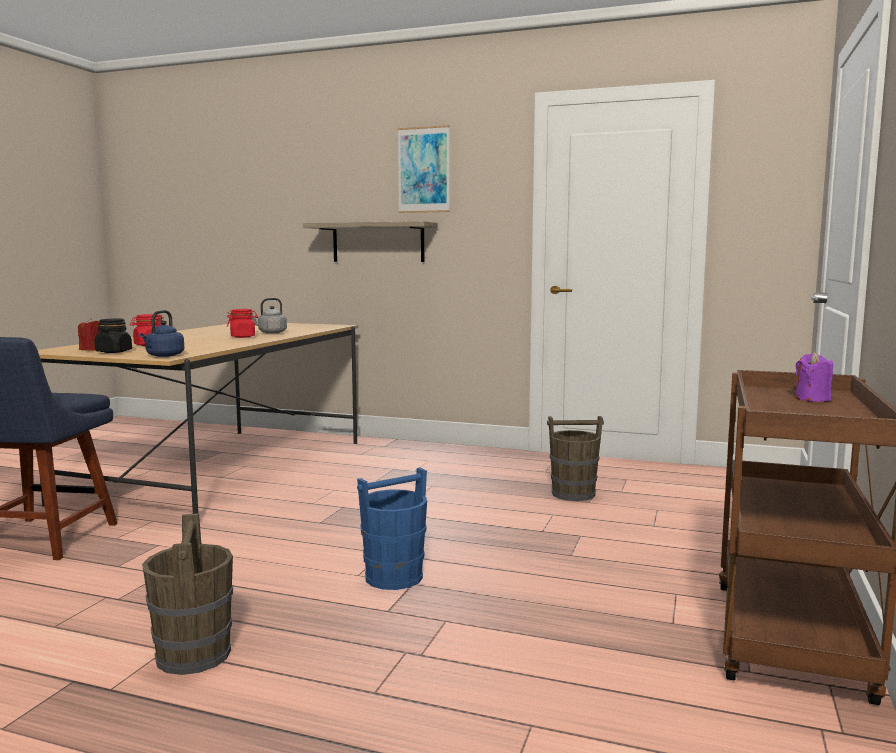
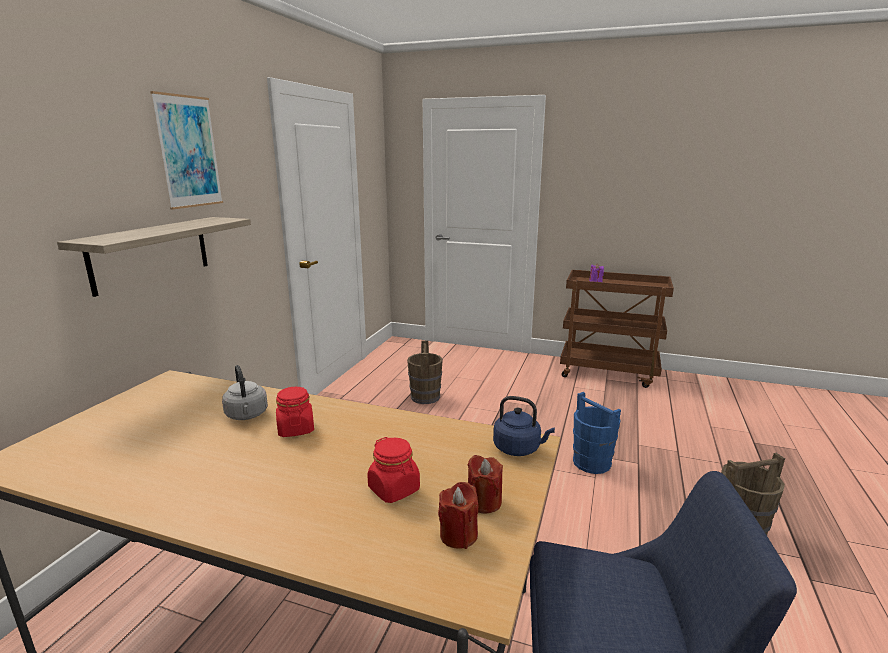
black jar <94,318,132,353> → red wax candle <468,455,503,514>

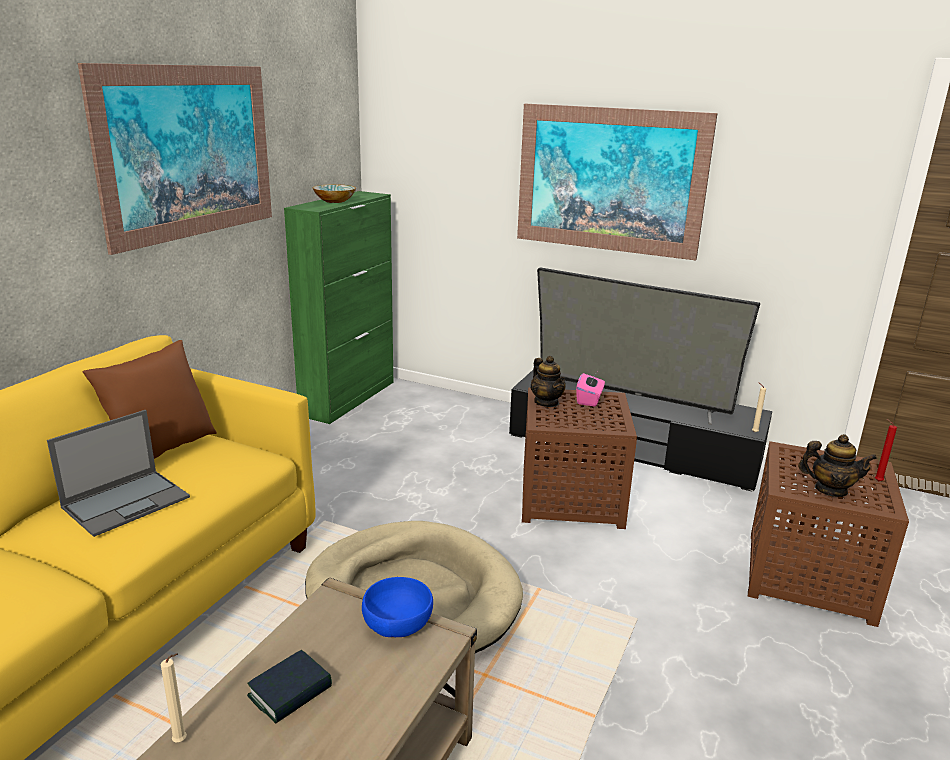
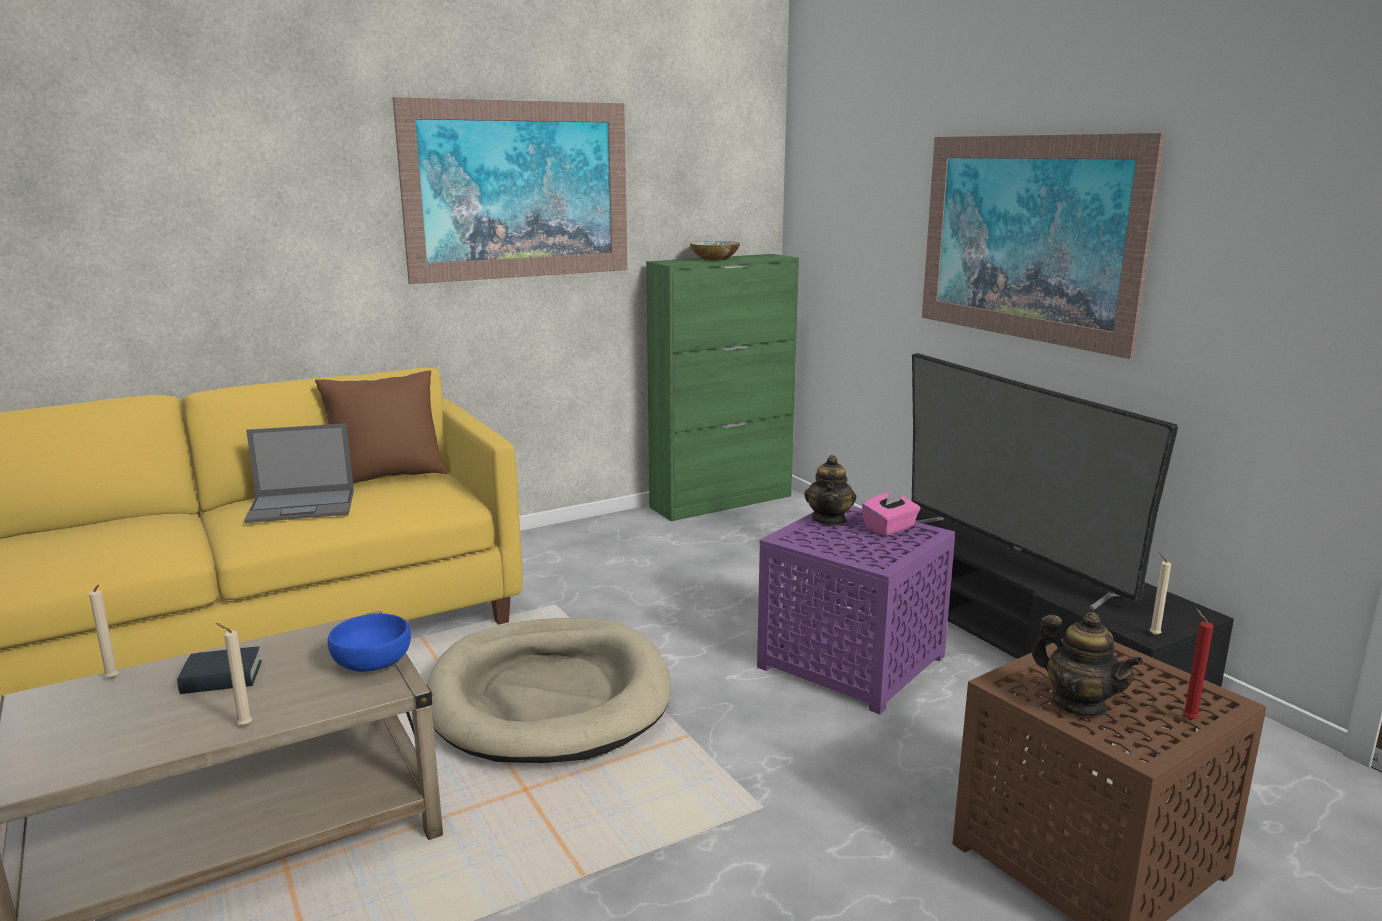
- → beige wax candle <216,623,252,726>
brown end table <522,388,637,529> → purple end table <757,506,955,714>

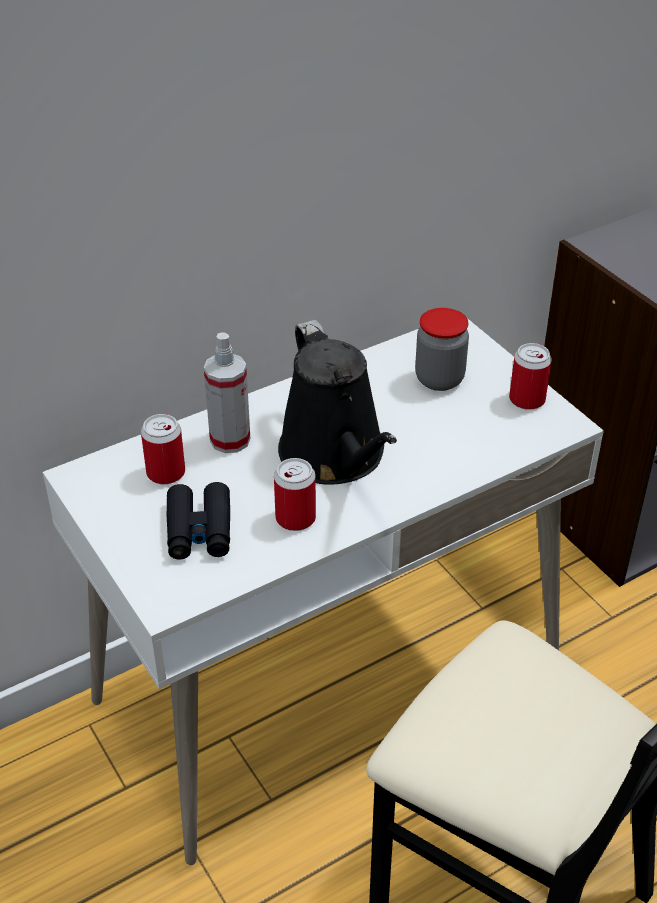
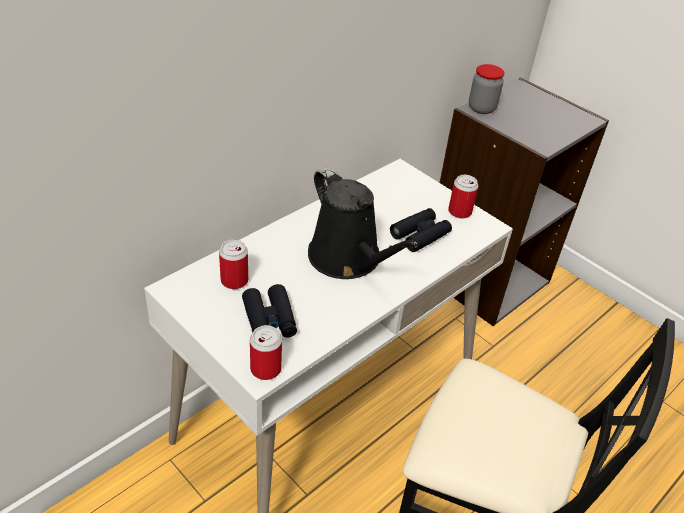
spray bottle <204,332,251,453> → -
- → black pair of binoculars <390,208,452,252>
metal can <274,458,316,531> → metal can <250,325,282,380>, shifted
jar <415,308,469,391> → jar <469,64,505,114>, shifted

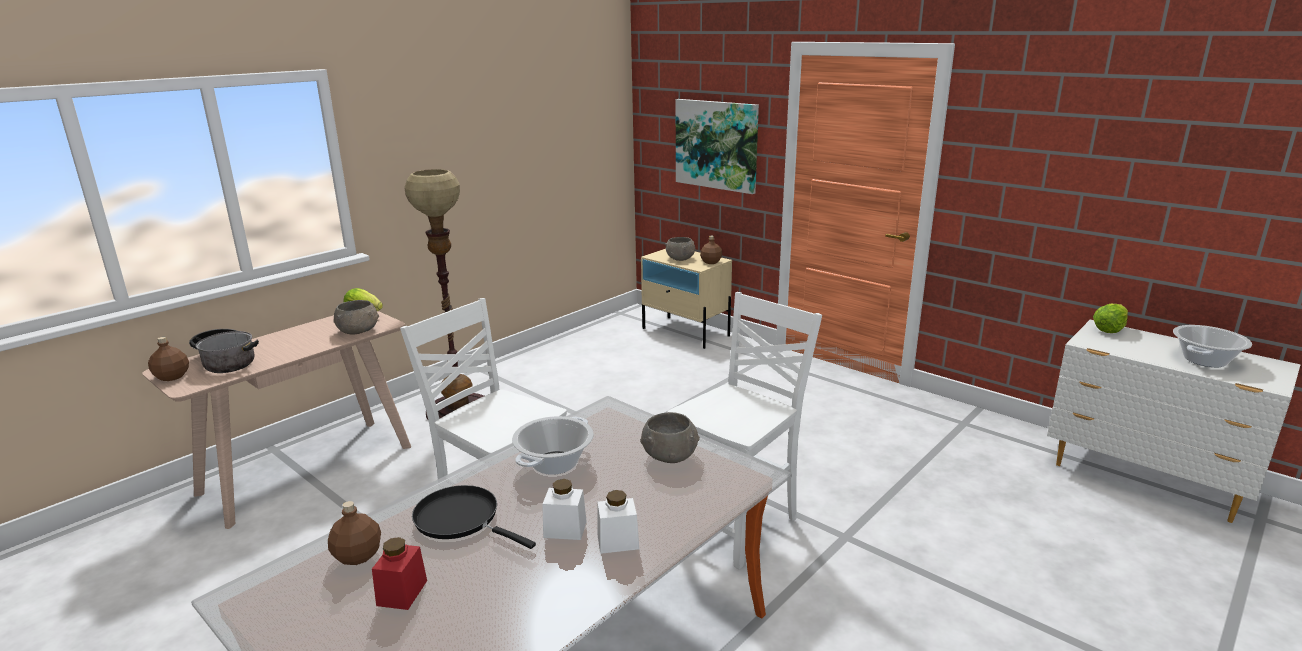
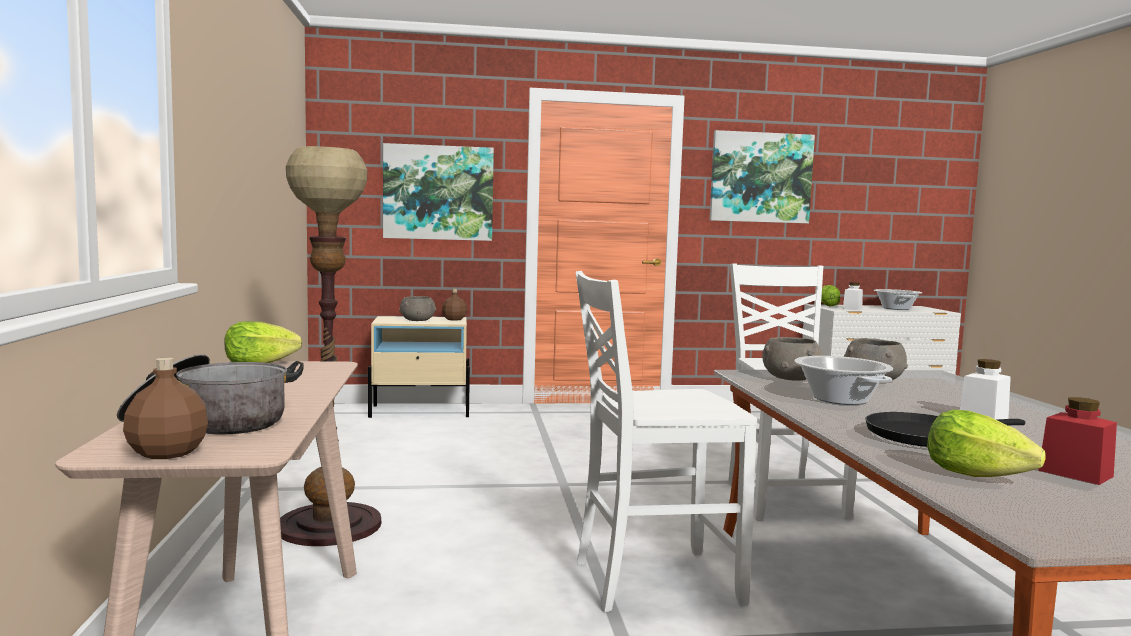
- → wall art <710,130,815,223>
gray bowl <333,300,379,334> → gray bowl <762,337,823,381>, shifted
whitish jar <597,490,639,554> → whitish jar <843,282,863,310>, shifted
brown bottle <328,501,381,565> → lettuce head <927,409,1046,477>

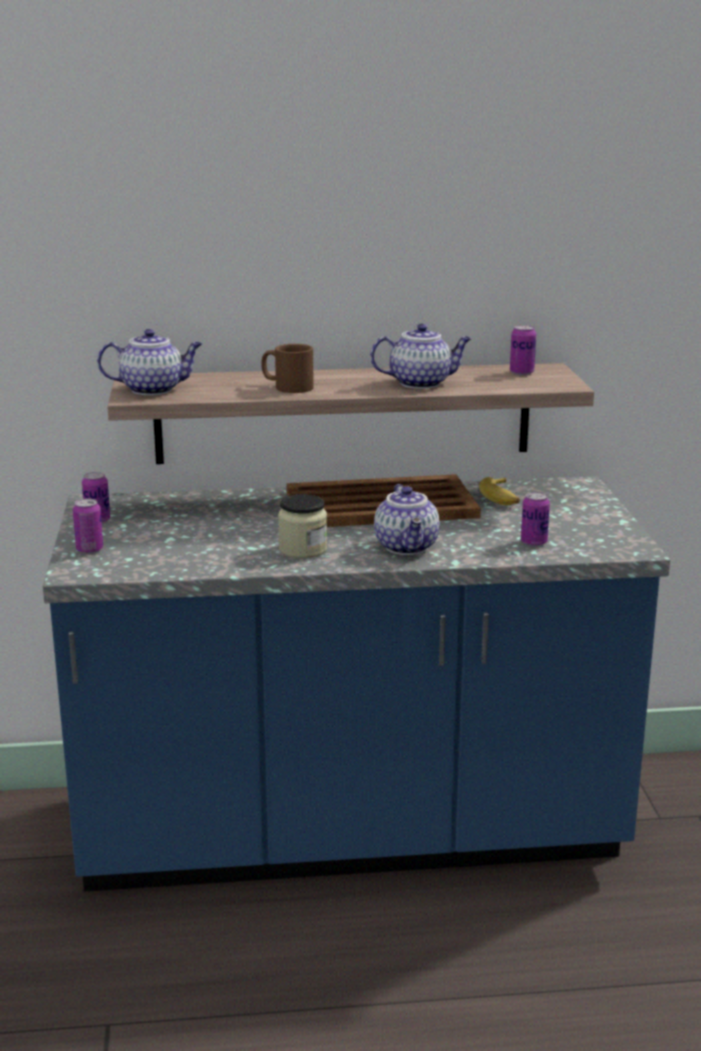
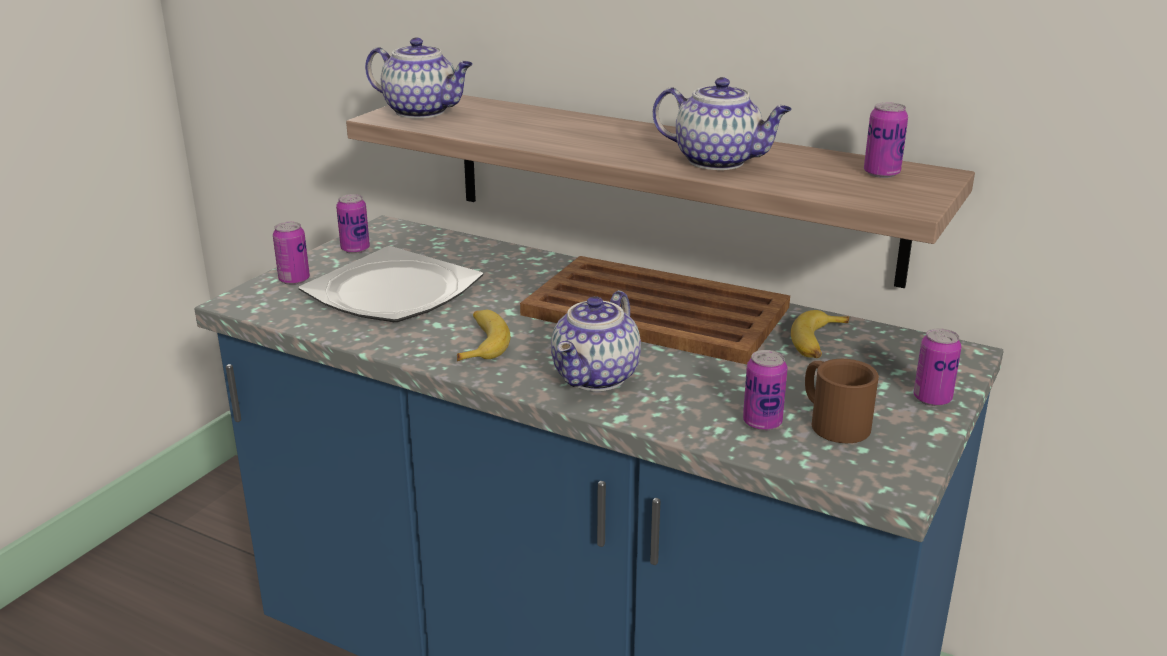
- → flat dish <299,246,483,322>
- → metal can <913,328,961,406>
brown coffee mug <261,344,314,393> → brown coffee mug <805,359,879,443>, shifted
jar <278,494,327,558> → banana fruit <457,310,510,361>

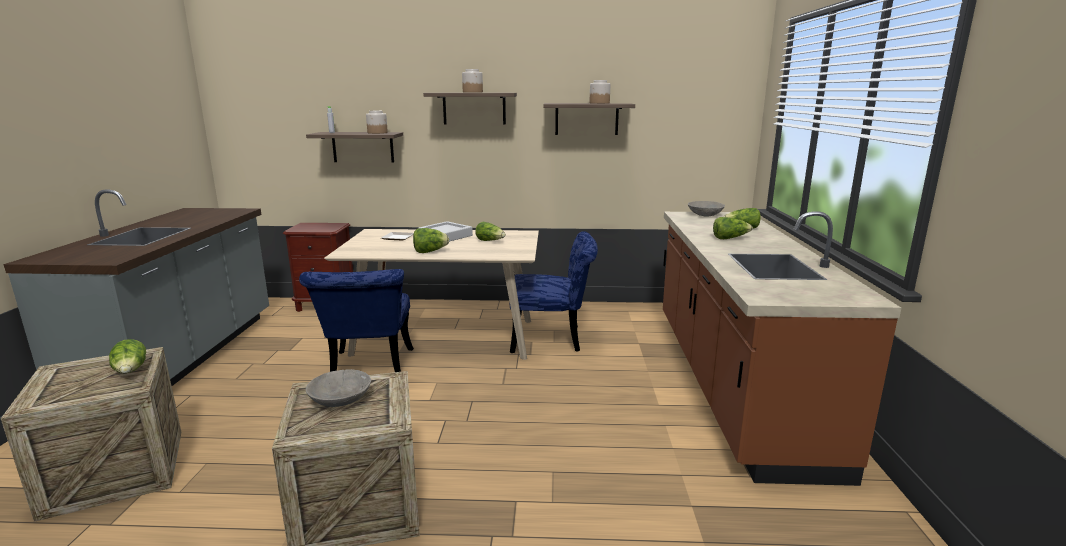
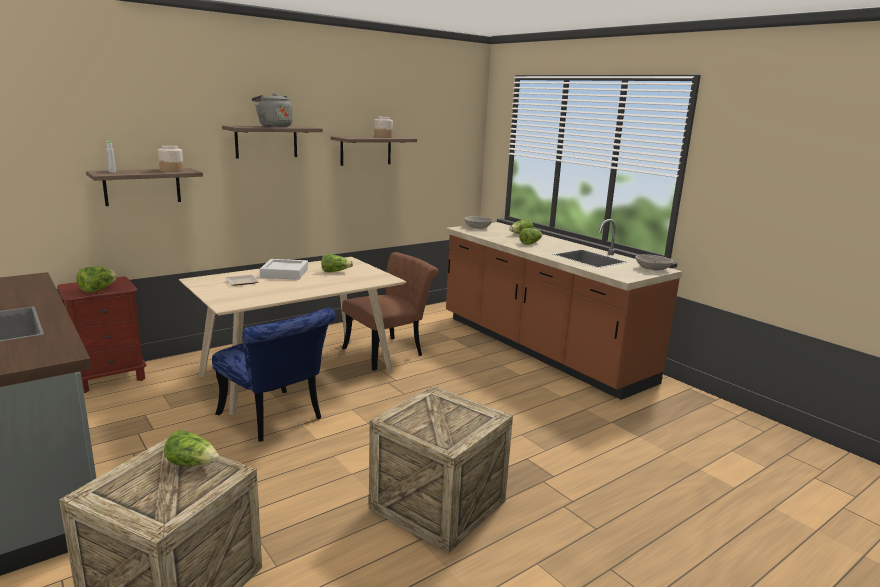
gray bowl <306,369,371,407> → gray bowl <635,254,674,271>, shifted
lettuce head <413,228,449,253> → lettuce head <76,267,117,293>, shifted
jar <462,69,483,93> → gray tea kettle <252,93,293,127>
bluish upright chair <510,231,598,353> → brown upright chair <342,252,439,371>

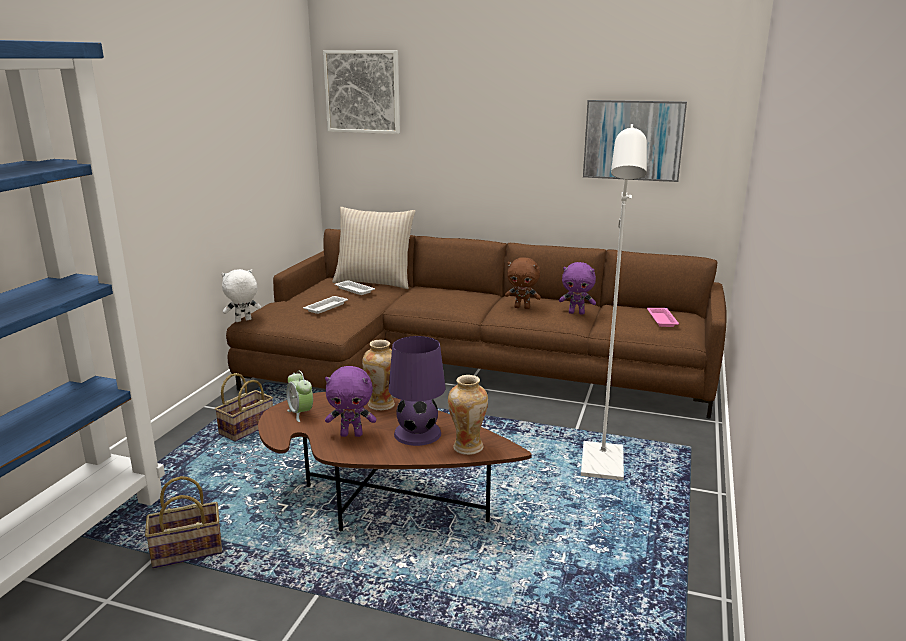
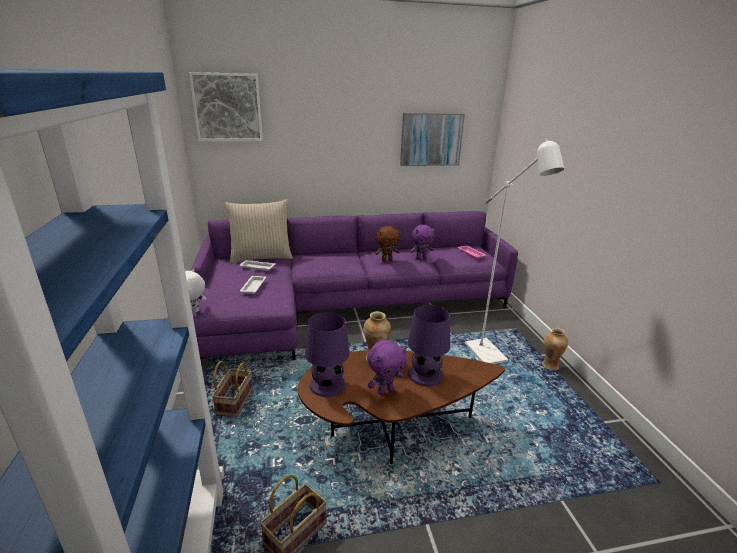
vase <448,375,488,455> → vase <542,328,568,370>, shifted
alarm clock <286,370,313,422> → purple lamp for a table <305,312,349,397>
brown settee <226,229,727,419> → purple settee <191,211,518,360>

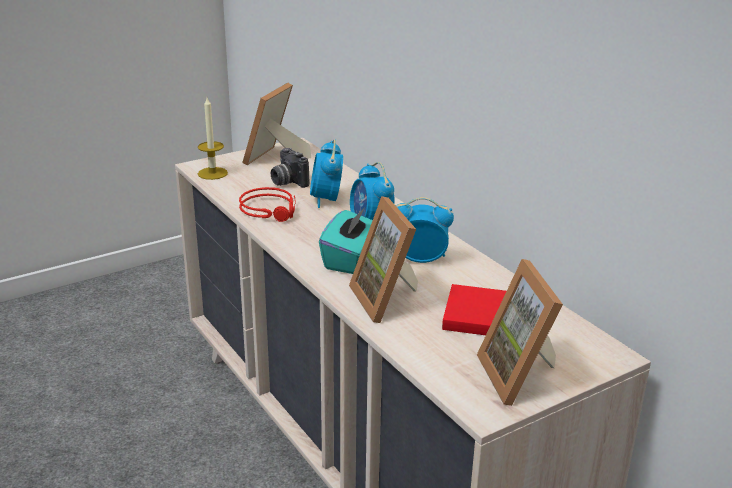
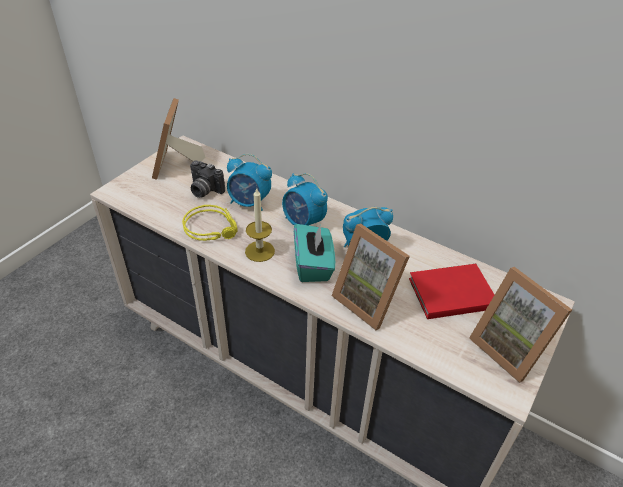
wax candle <198,98,228,180> → wax candle <245,187,275,262>, shifted
red headset <239,187,296,222> → yellow headset <182,205,238,241>
alarm clock <310,139,343,208> → alarm clock <227,154,272,211>, 45 degrees counterclockwise

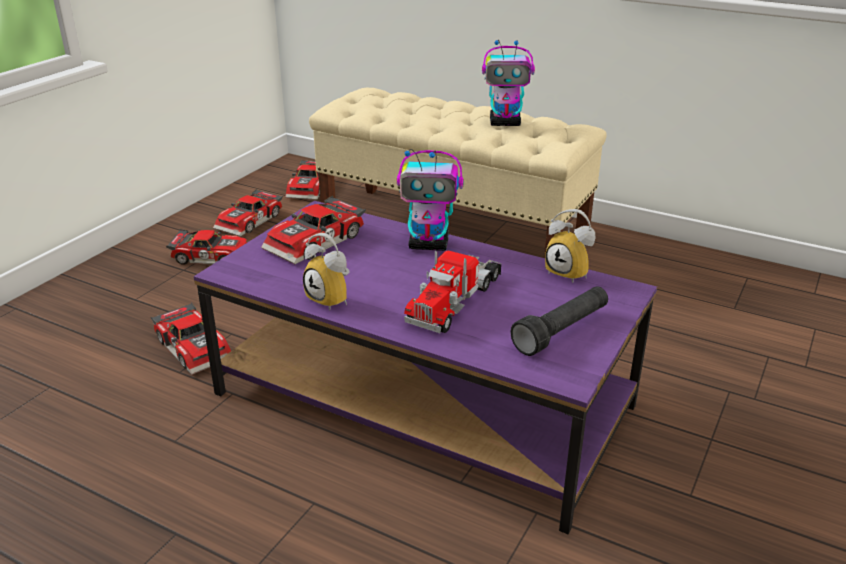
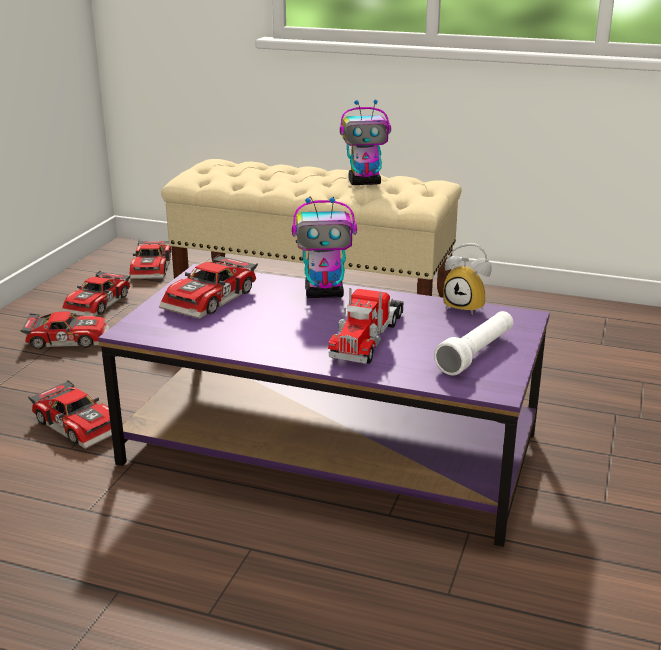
alarm clock <303,233,350,311> → -
black hand torch <511,286,608,356> → whitish hand torch <434,311,513,375>

